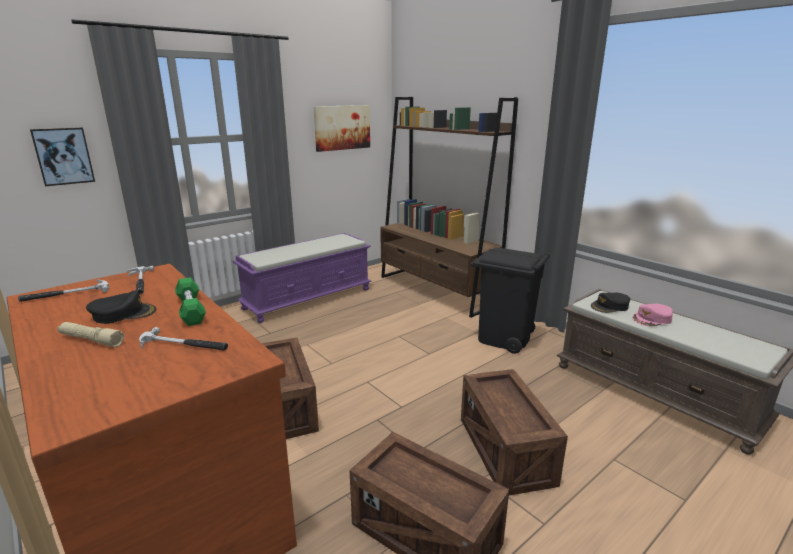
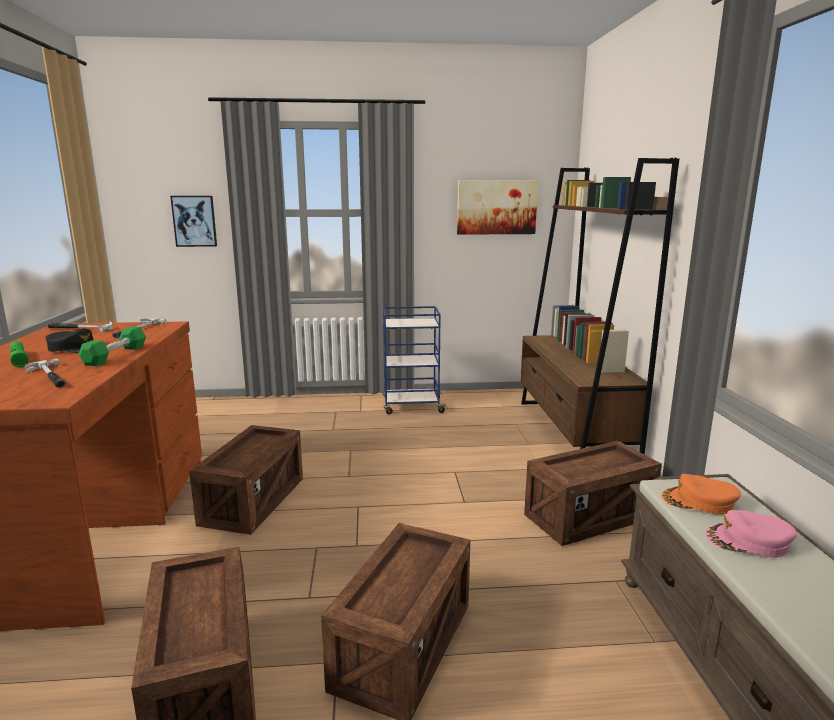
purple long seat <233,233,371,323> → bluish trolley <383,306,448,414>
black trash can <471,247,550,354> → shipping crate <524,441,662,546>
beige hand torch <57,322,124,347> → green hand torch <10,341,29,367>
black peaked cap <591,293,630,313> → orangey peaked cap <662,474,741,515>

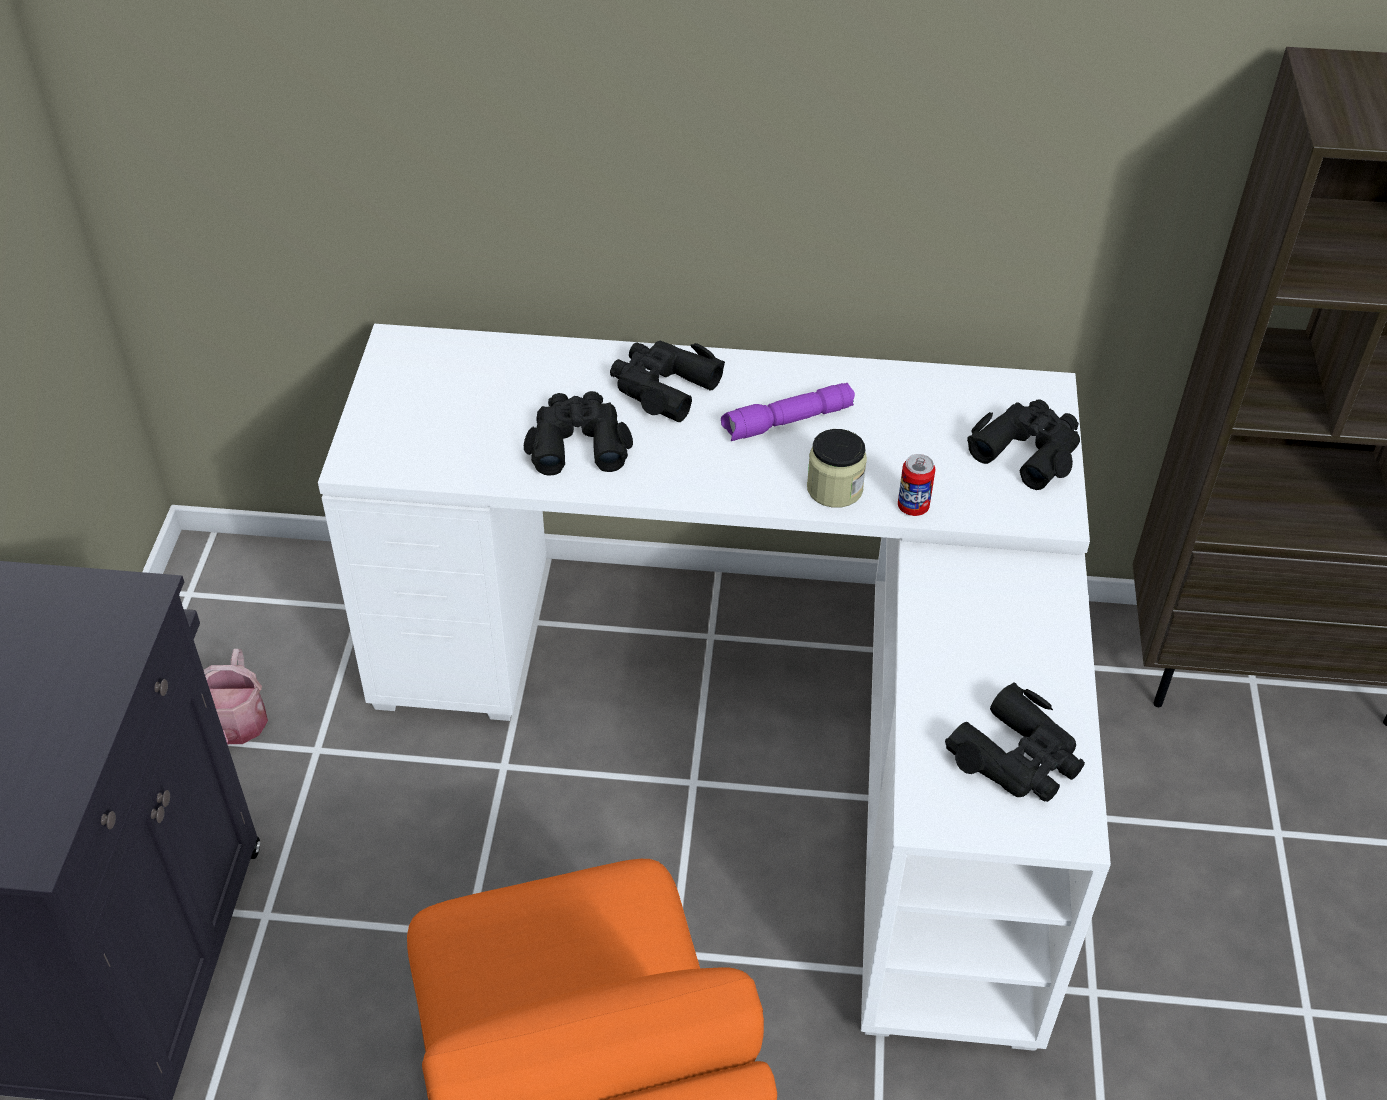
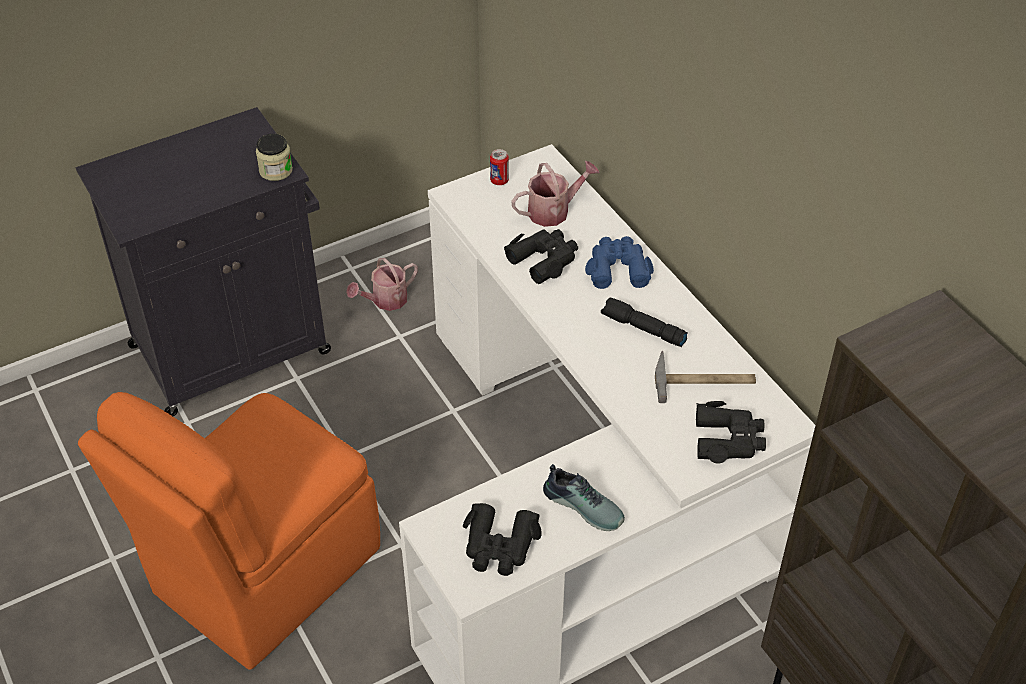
- → watering pot <511,161,600,227>
- → item of footwear <543,464,625,531>
- → tool hammer <655,351,756,403>
jar <807,429,867,508> → jar <256,134,293,181>, shifted
metal can <898,454,935,516> → metal can <490,149,509,185>, shifted
black pair of binoculars <610,341,725,422> → bluish pair of binoculars <585,236,654,289>
purple hand torch <721,383,855,441> → black hand torch <601,298,688,347>

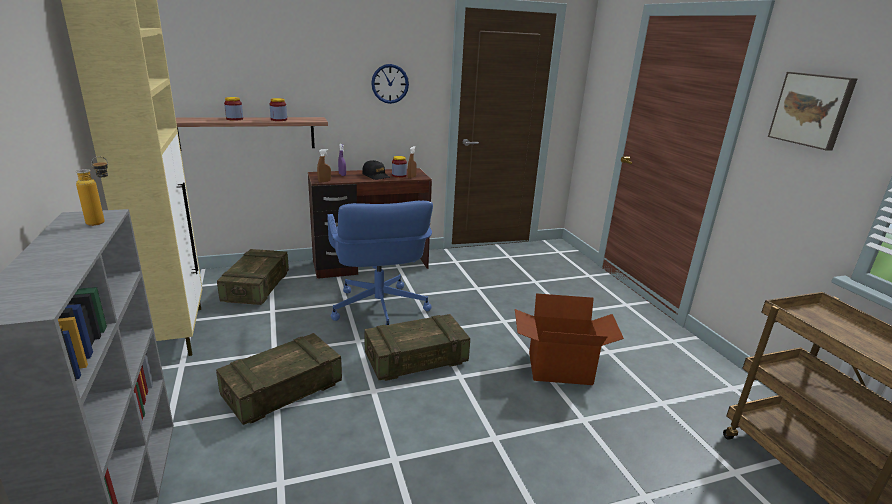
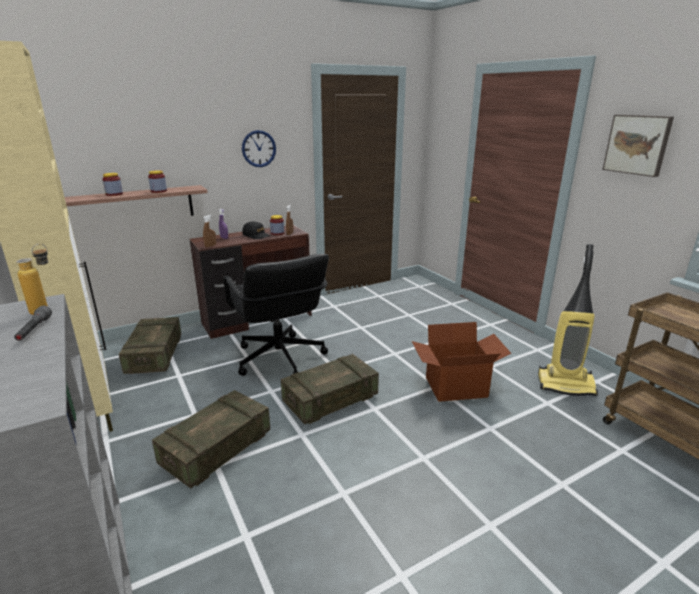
- → gray hand torch <14,306,52,341>
- → vacuum cleaner <538,244,598,396>
bluish desk chair <327,201,433,325> → black desk chair <223,254,329,376>

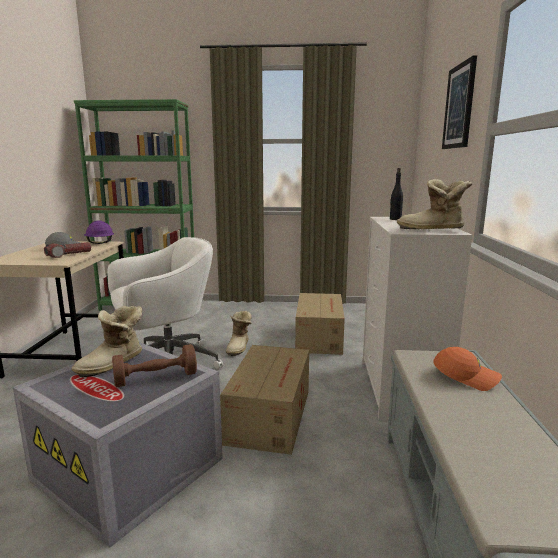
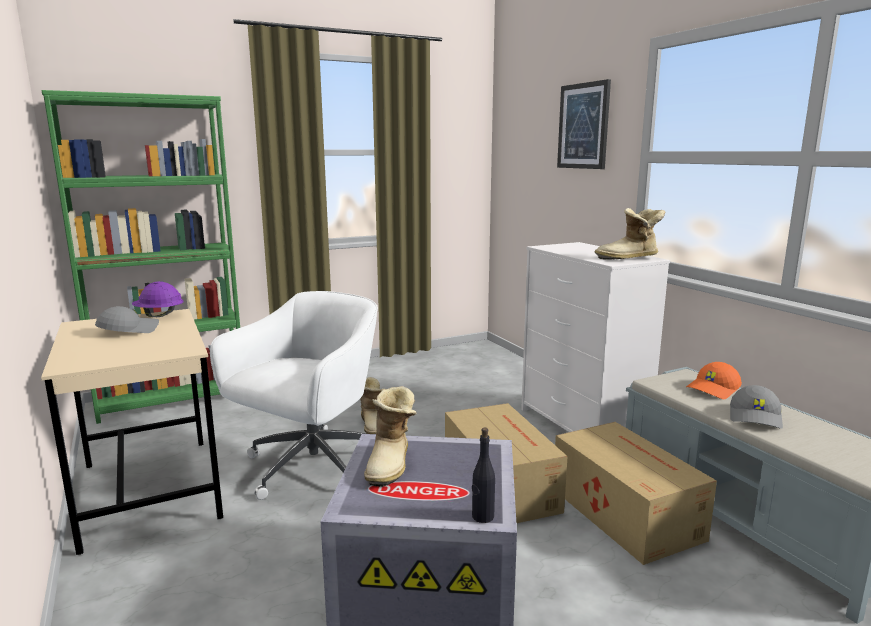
hand torch <44,242,91,258> → -
brown free weight <112,344,197,387> → -
- → gray peaked cap <730,385,783,429>
cardboard box <295,293,345,355> → cardboard box <555,422,717,565>, shifted
black bottle <390,168,403,220> → black bottle <472,428,495,523>, shifted
orangey peaked cap <433,347,502,391> → orangey peaked cap <686,362,742,399>, 150 degrees clockwise

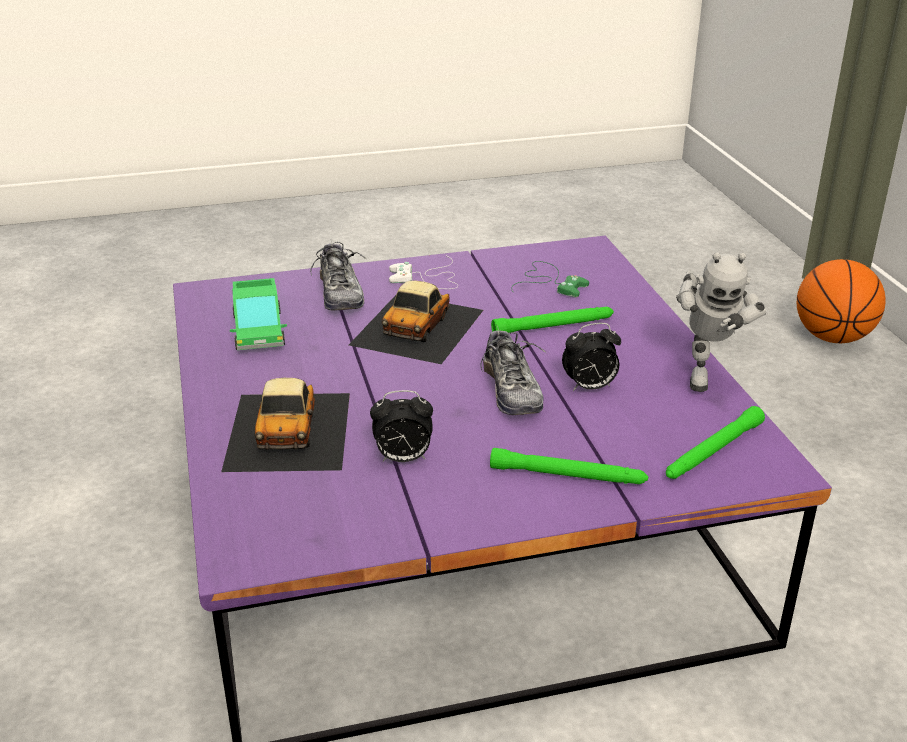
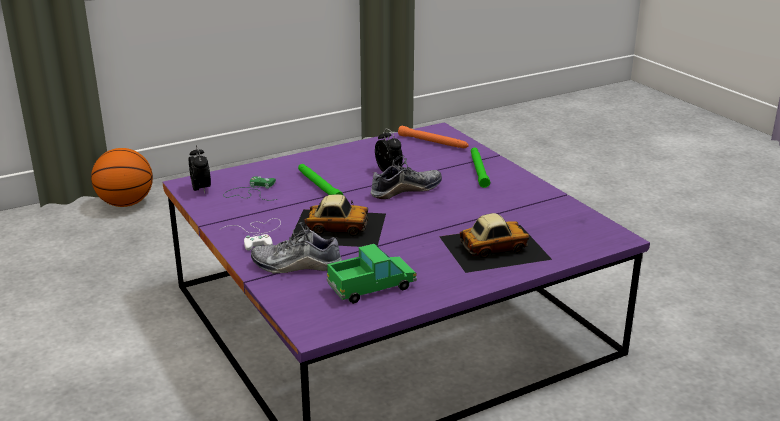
robot figure <676,252,766,392> → -
alarm clock <370,390,433,462> → alarm clock <189,145,211,193>, shifted
green hand torch <666,406,765,479> → orangey hand torch <398,126,469,148>
item of footwear <310,241,367,310> → item of footwear <251,222,342,274>, 150 degrees counterclockwise

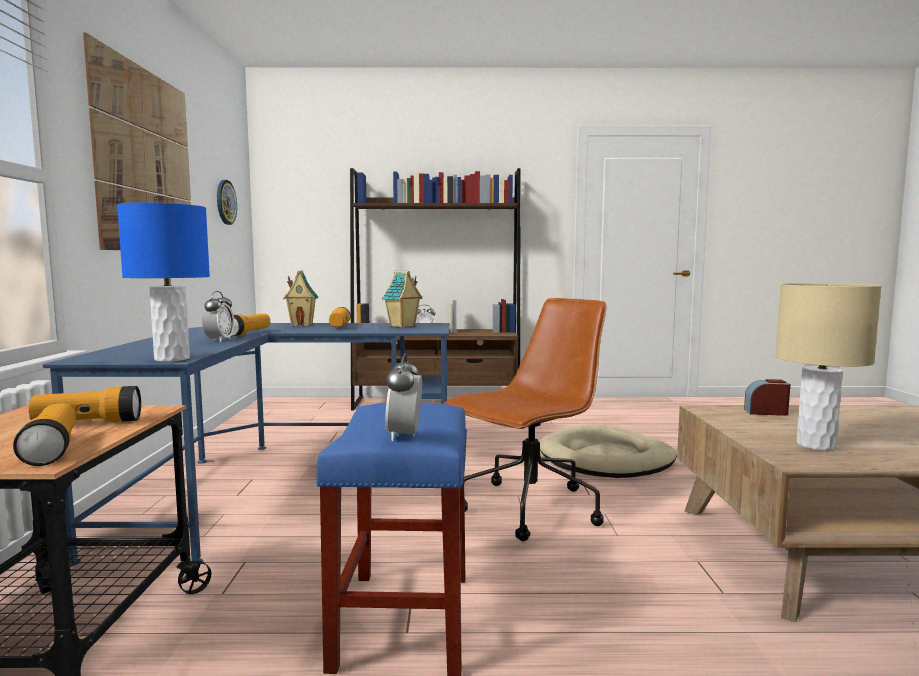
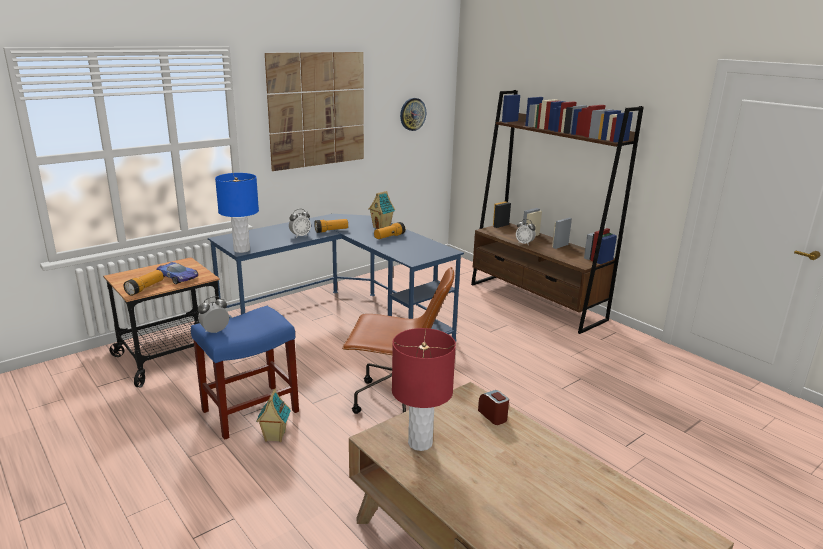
beige dog bed <539,425,677,478> → -
toy house <382,271,423,327> → toy house <256,389,291,442>, shifted
hand torch <28,386,141,422> → toy car <157,262,198,284>
beige lamp for a table <775,283,881,451> → red lamp for a table <392,328,456,451>

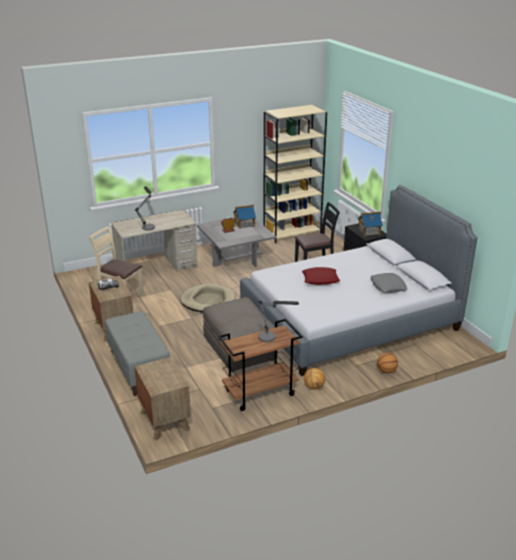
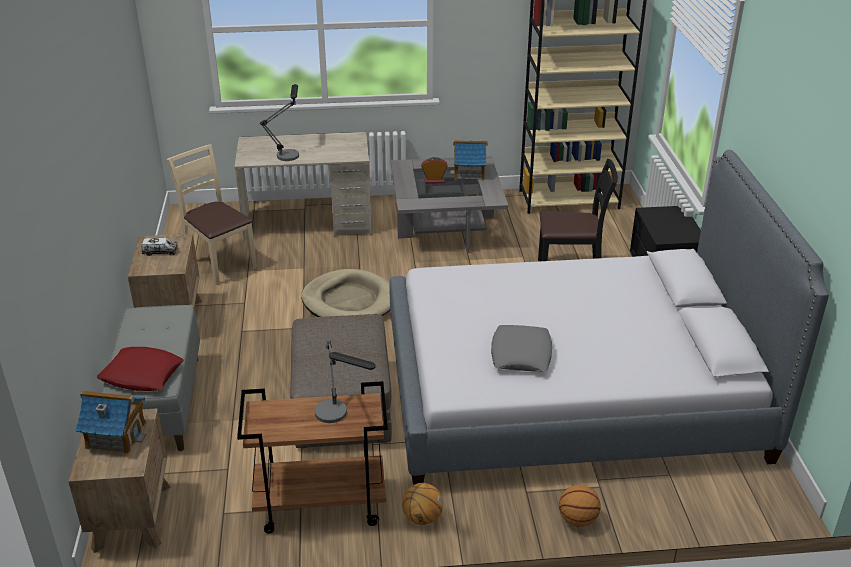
red throw pillow <302,267,340,285> → red throw pillow <97,347,184,391>, shifted
toy house <358,212,383,236> → toy house <75,390,146,454>, shifted
gray throw pillow <371,273,408,293> → gray throw pillow <491,325,552,372>, shifted

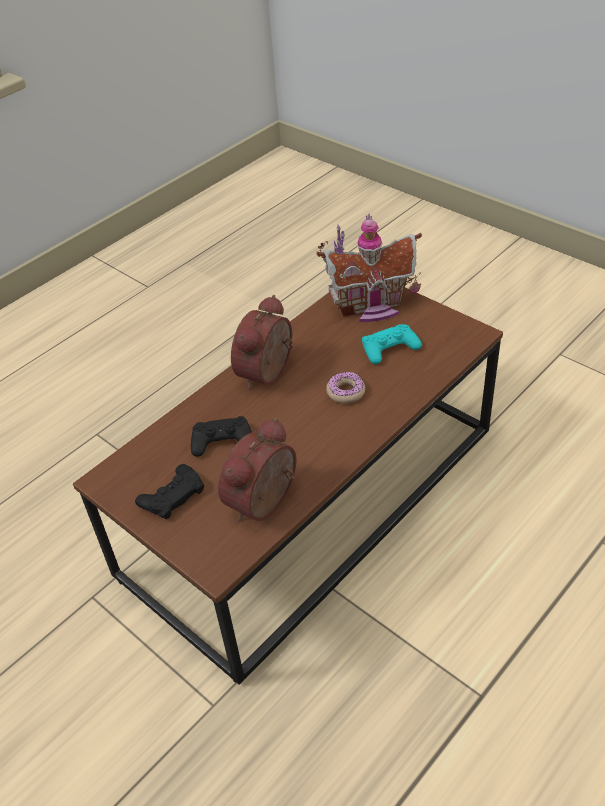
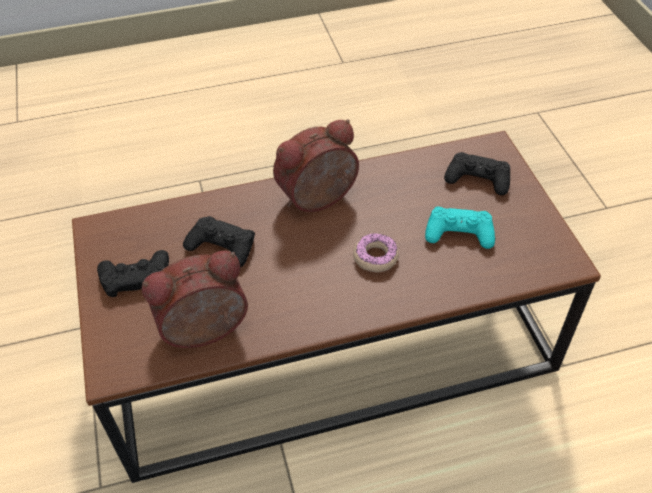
toy house <316,214,422,322> → black game controller <444,152,510,195>

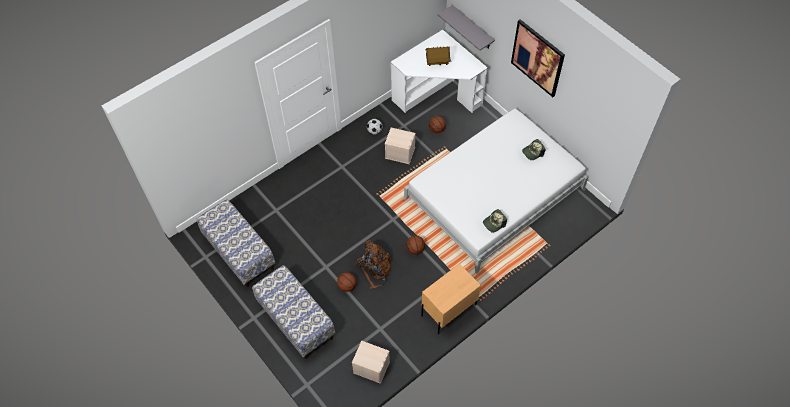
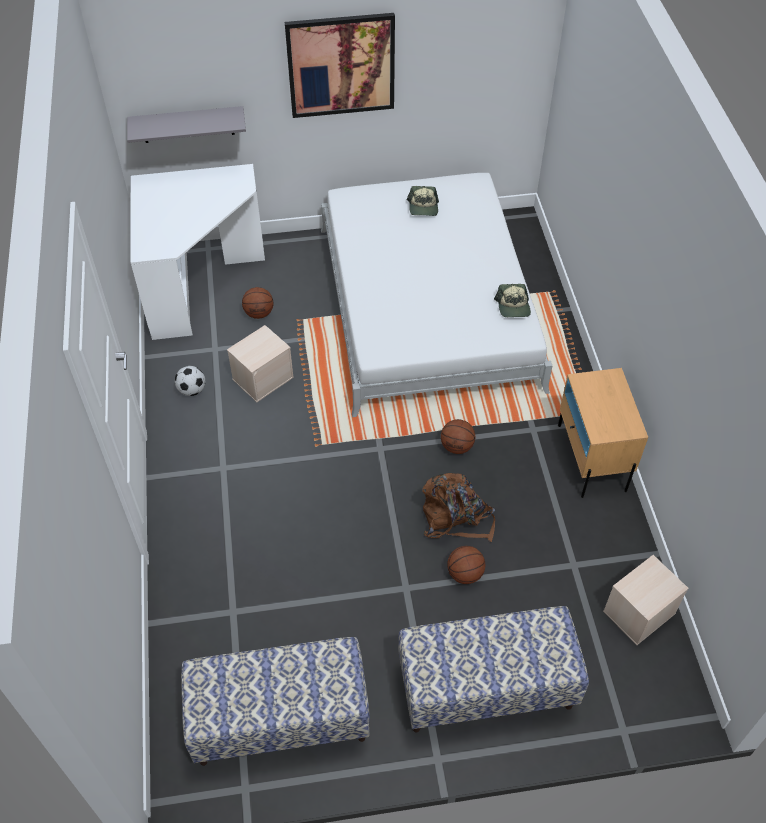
toy house <426,46,451,66> → -

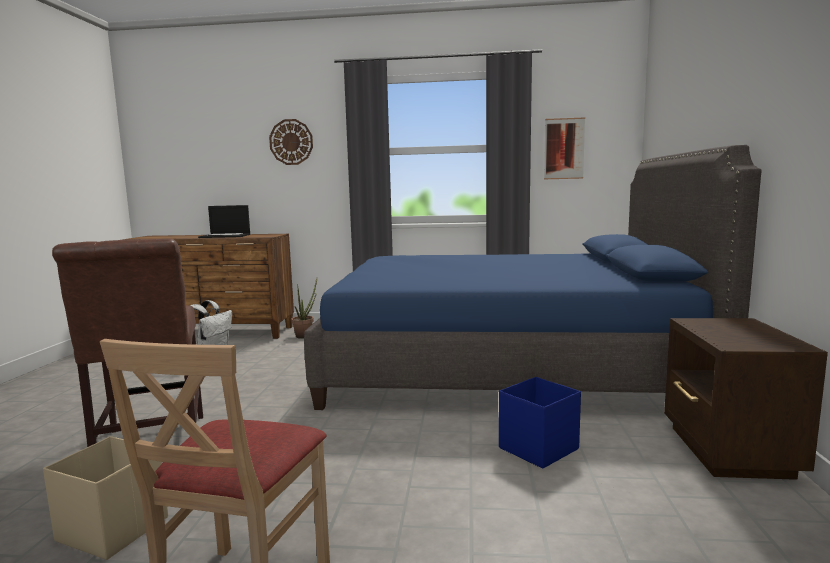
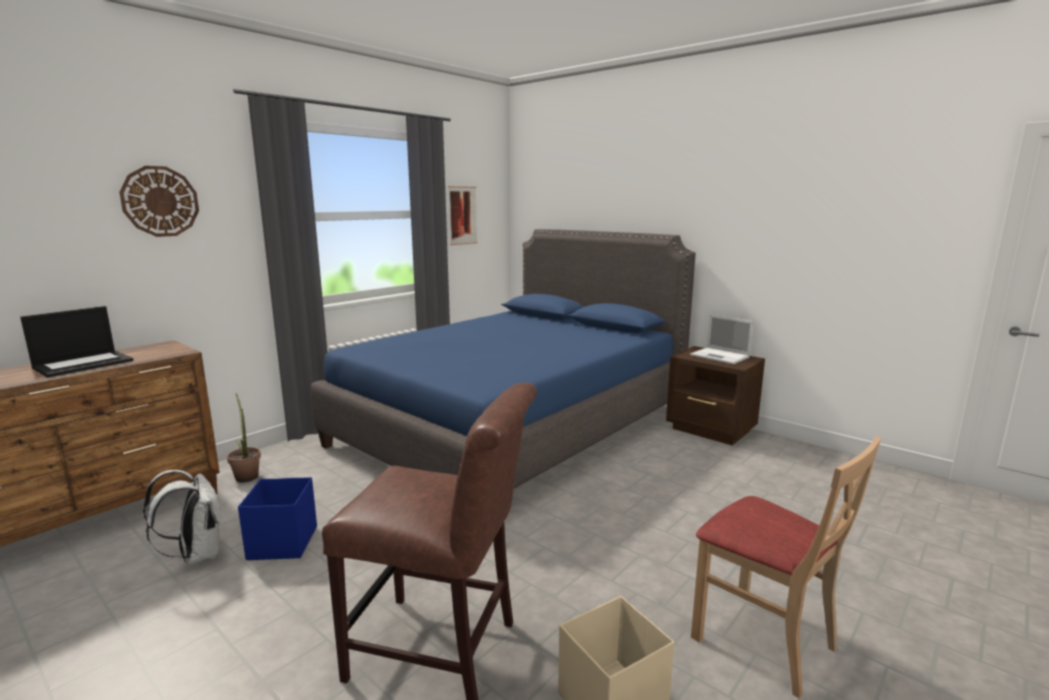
- → laptop <690,315,754,365>
bluish storage container <499,377,581,469> → bluish storage container <238,477,317,560>, shifted

